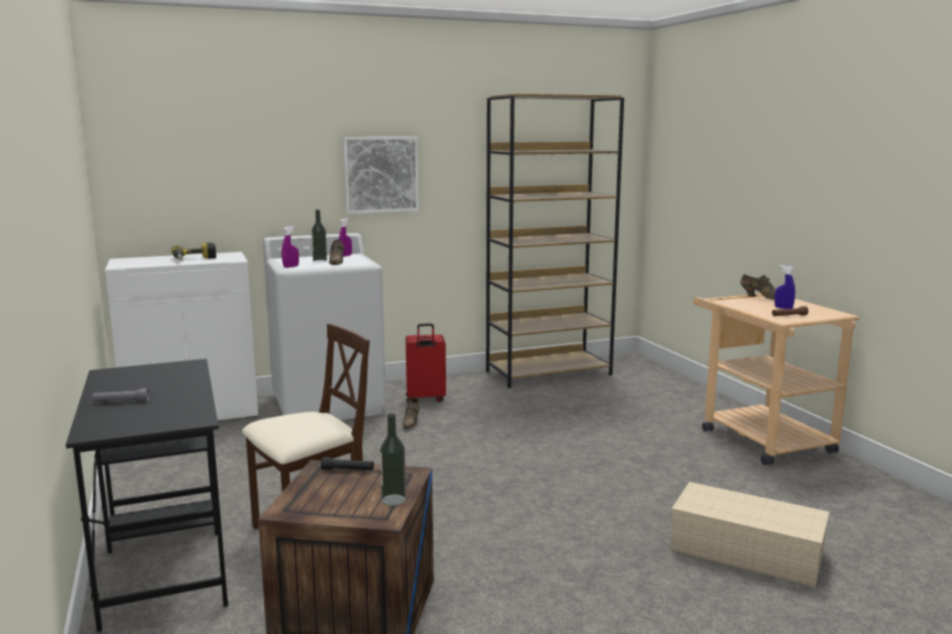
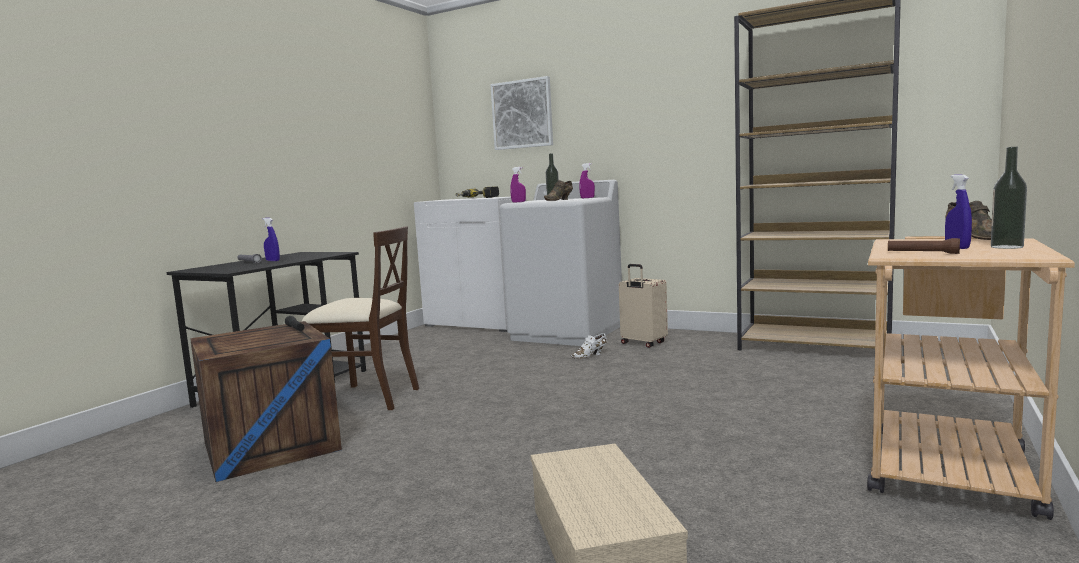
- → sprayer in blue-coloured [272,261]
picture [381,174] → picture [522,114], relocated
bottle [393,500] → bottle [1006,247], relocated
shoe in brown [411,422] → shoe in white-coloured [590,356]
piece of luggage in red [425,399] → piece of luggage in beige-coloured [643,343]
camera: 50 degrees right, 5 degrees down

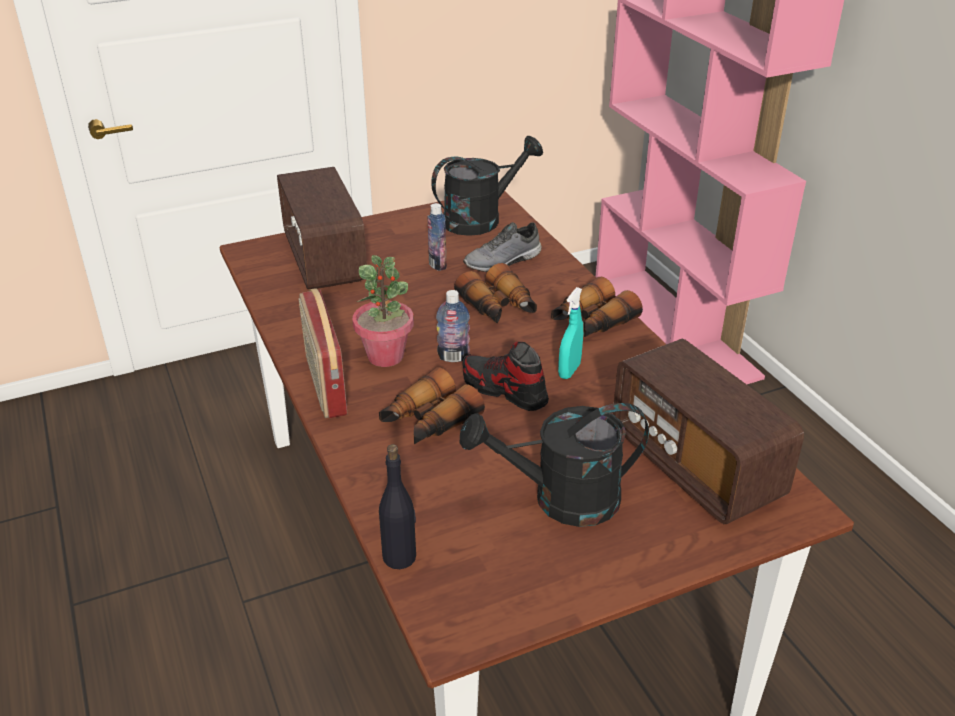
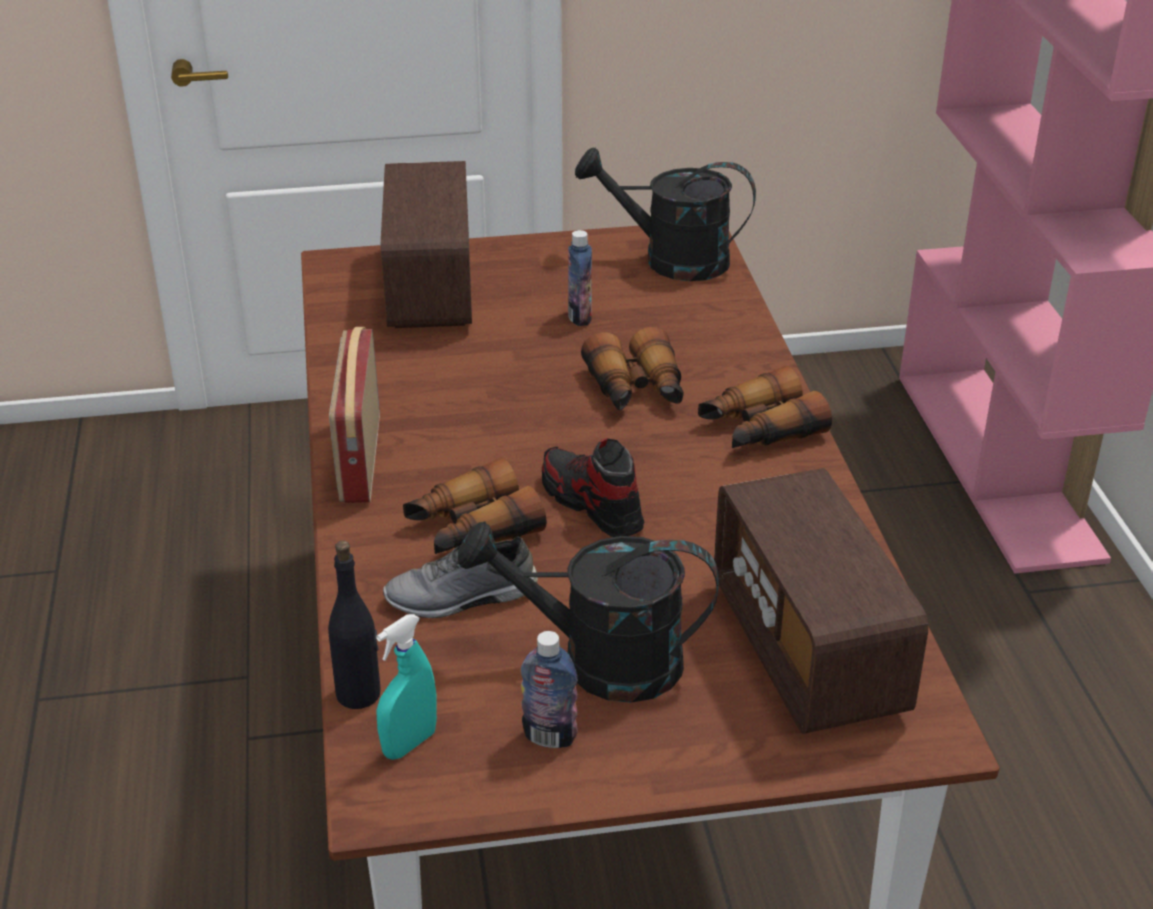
plant in a pot [386,356] → -
bottle [453,357] → bottle [549,736], relocated
shoe in grey [503,262] → shoe in grey [461,598], relocated
sprayer in turquoise [569,371] → sprayer in turquoise [409,744], relocated
watering pot in black [481,219] → watering pot in black [670,260], 150 degrees counterclockwise
camera: 15 degrees right, 0 degrees up

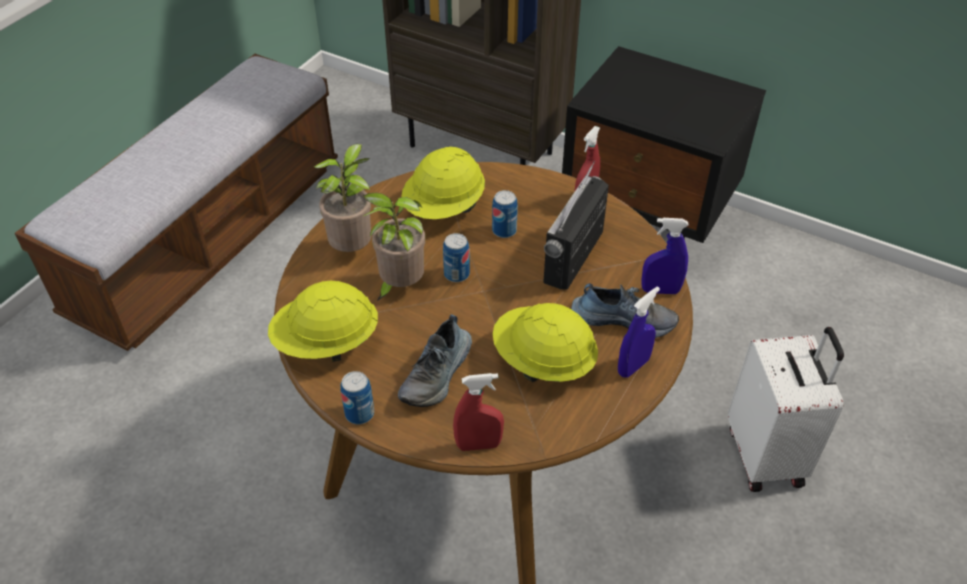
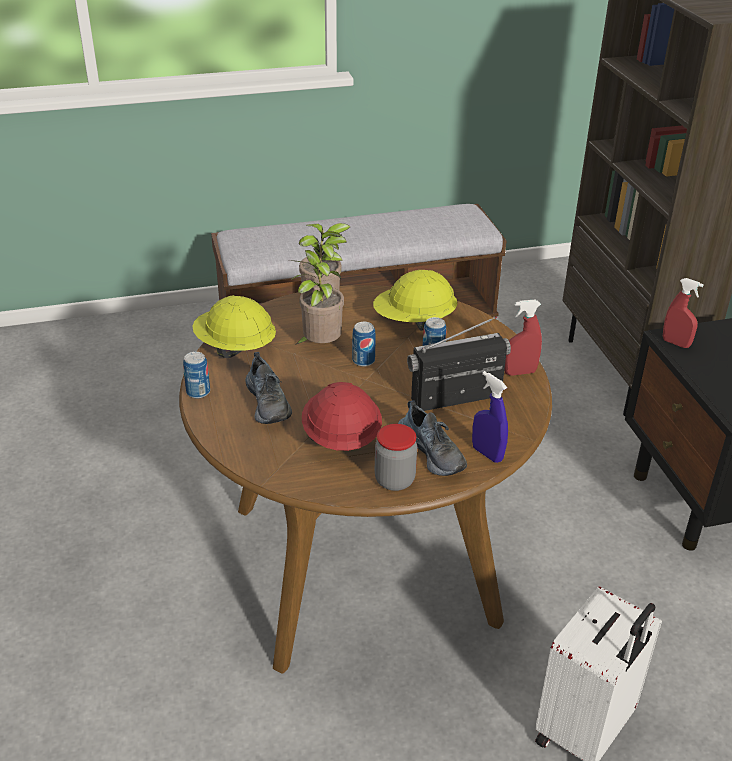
sprayer in red [478,445] → sprayer in red [676,343], relocated
sprayer in blue-coloured [633,366] → jar [394,480]
work helmet in yellow-coloured [543,361] → work helmet in red [341,438]
shoe [437,374] → shoe [269,402], 90 degrees counterclockwise
camera: 45 degrees right, 10 degrees down

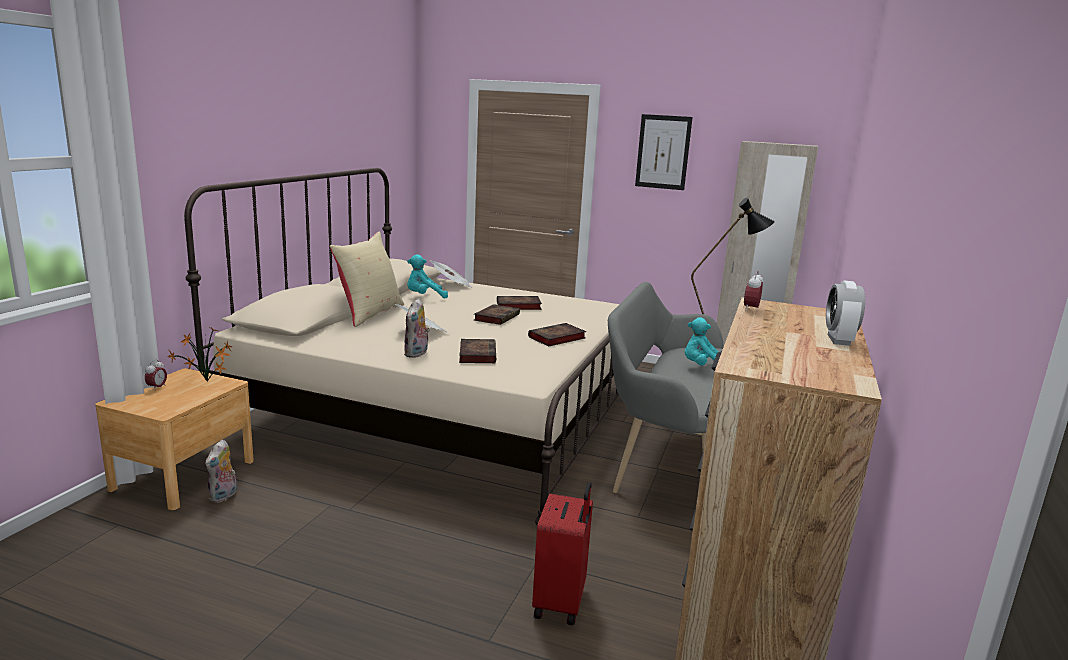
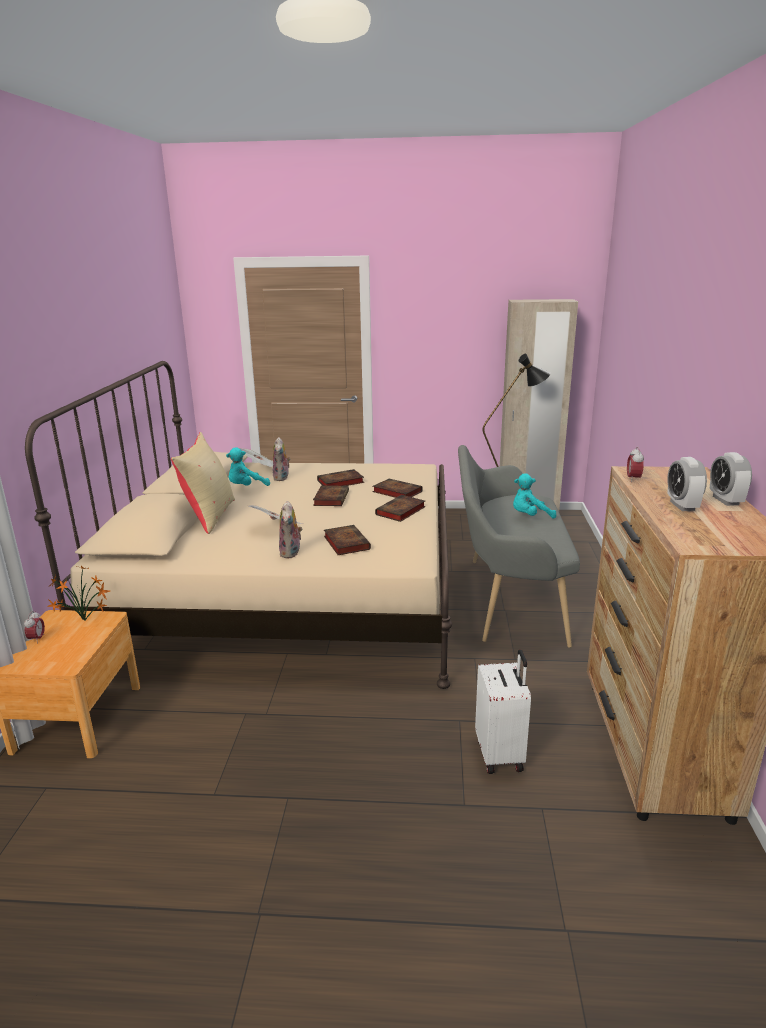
picture [663,152] → -
- → bound book [396,492]
- → alarm clock [682,506]
plush toy [224,496] → plush toy [282,478], relocated
piece of luggage in red [561,603] → piece of luggage in white-coloured [501,754]
camera: 15 degrees left, 5 degrees up

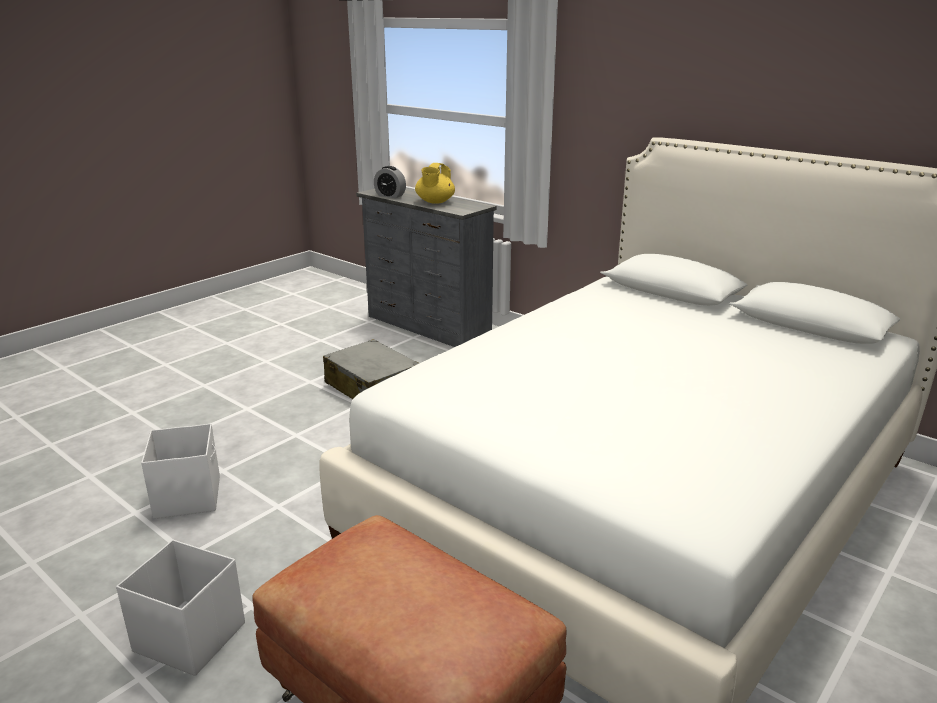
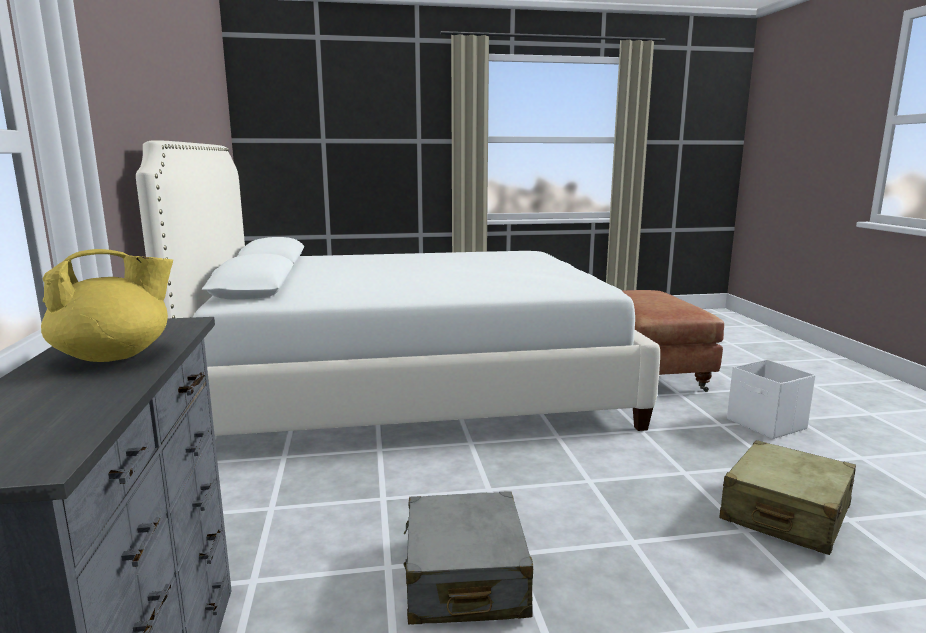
alarm clock [390,196] → -
storage box in white-coloured [188,496] → piece of luggage in beige-coloured [785,514]
camera: 140 degrees left, 10 degrees down

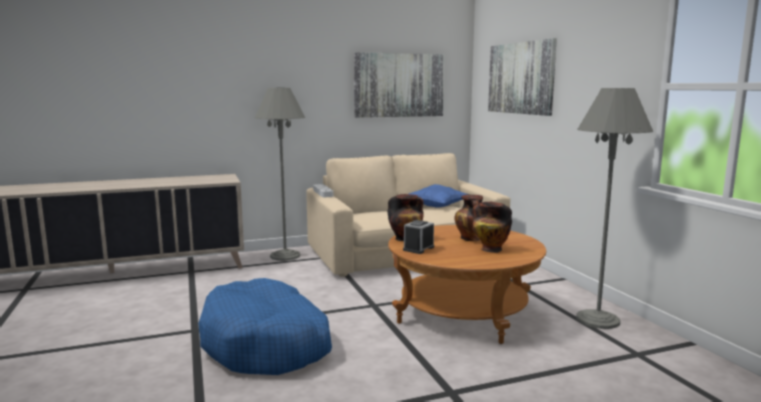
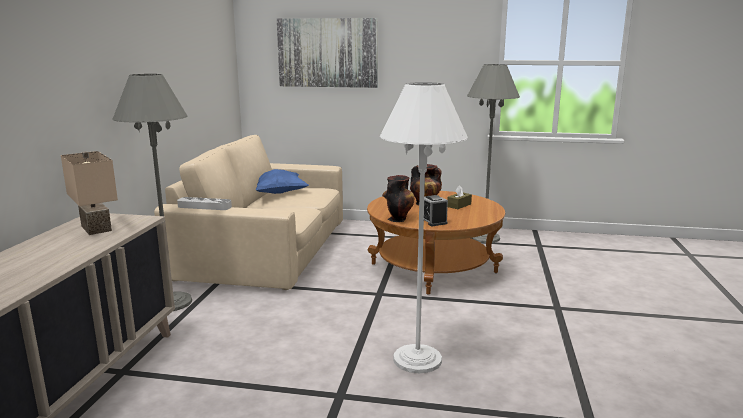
picture [399,85] → -
- → table lamp in beige-coloured [98,228]
dog bed in blue-coloured [267,344] → floor lamp in white-coloured [417,359]
vase [490,249] → box of tissues in brown [459,205]
camera: 60 degrees left, 5 degrees up

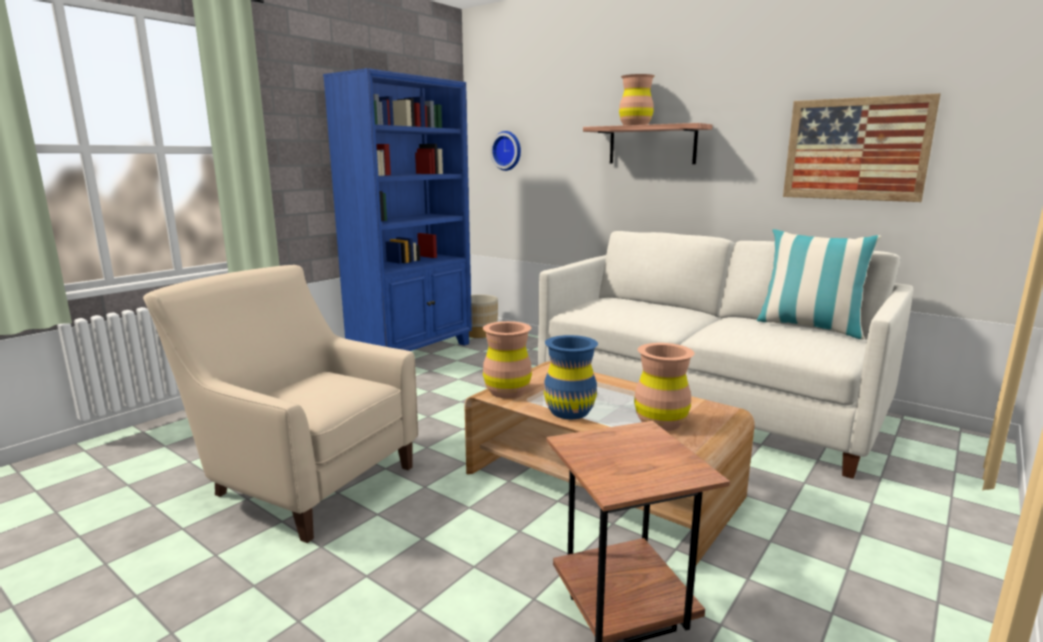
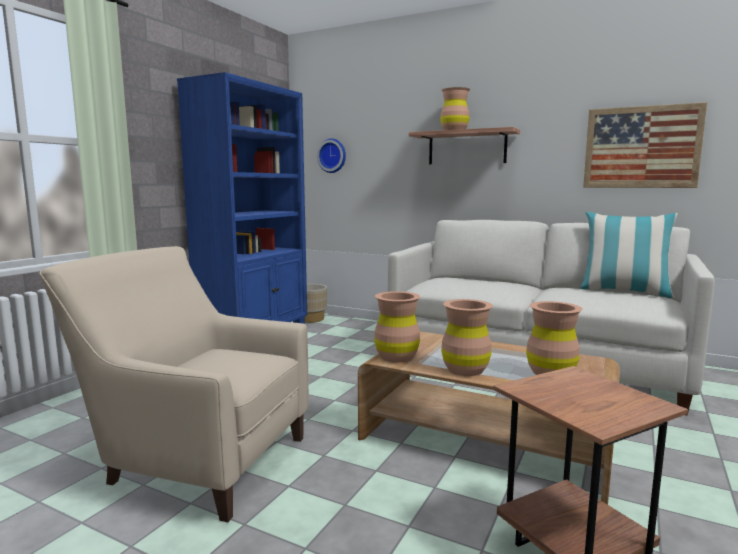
vase in blue-coloured [569,411] → vase in brown [465,369]
camera: 10 degrees left, 5 degrees down

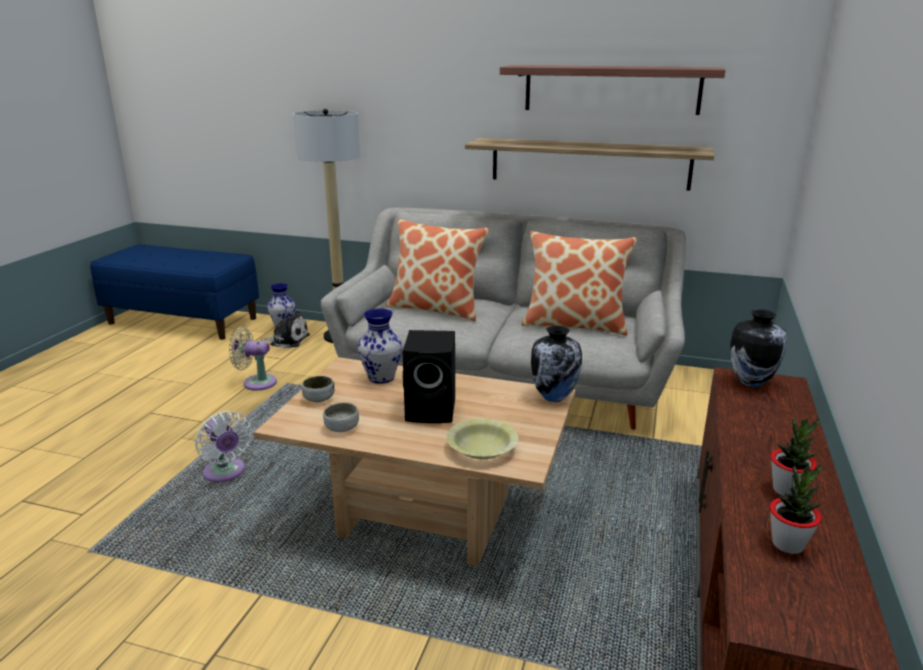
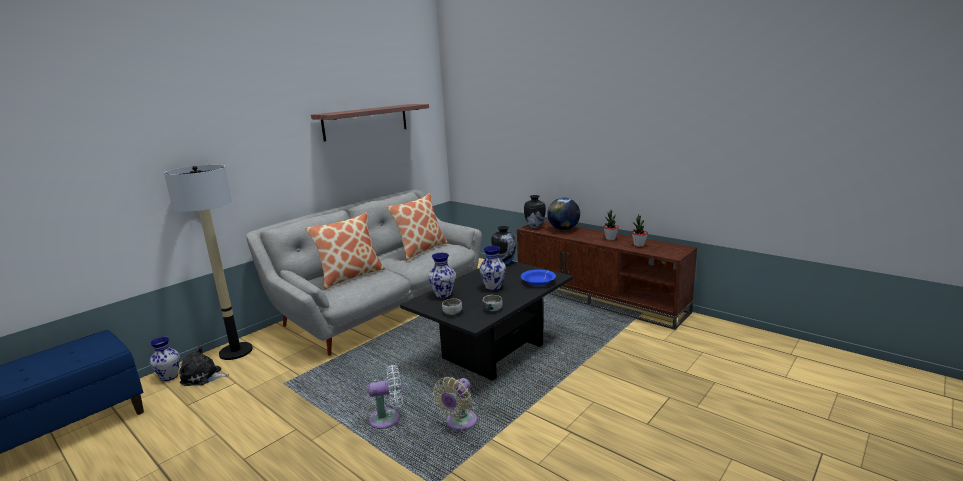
shelf [589,163] → -
- → desk globe [563,229]
cooling fan in beige-coloured [256,382] → cooling fan in beige-coloured [459,423], relocated
speaker in black [433,410] → vase [493,287]
low table in beige-coloured [426,514] → low table in black [493,351]
deep dish in yellow-coloured [482,448] → deep dish in blue-coloured [538,282]
plush toy [287,340] → plush toy [203,377], 120 degrees counterclockwise
camera: 65 degrees left, 5 degrees down

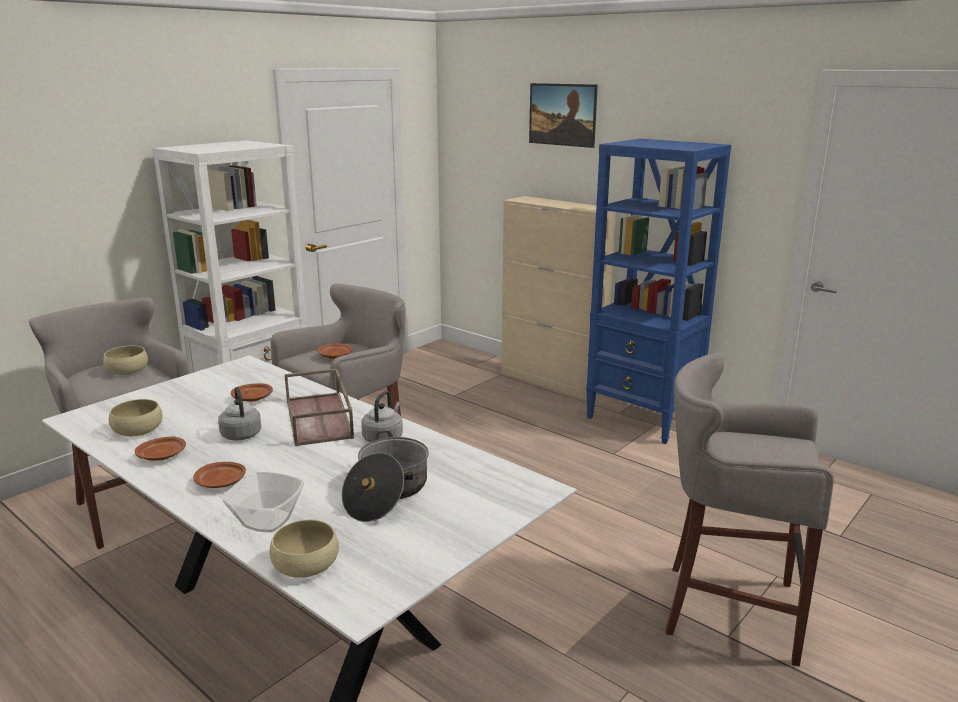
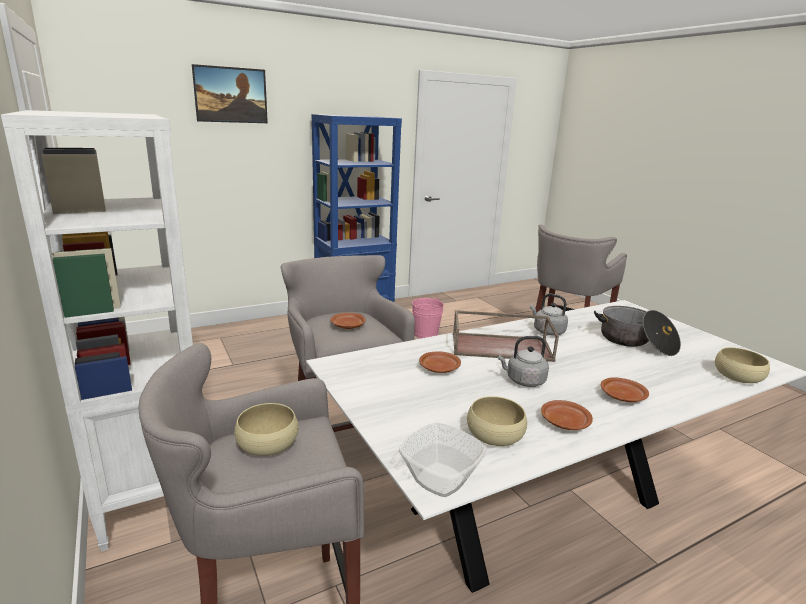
cabinet in beige-coloured [552,381] → -
- → bucket in pink [426,334]
deep dish [267,520] → deep dish [438,480], relocated
camera: 70 degrees left, 0 degrees up

